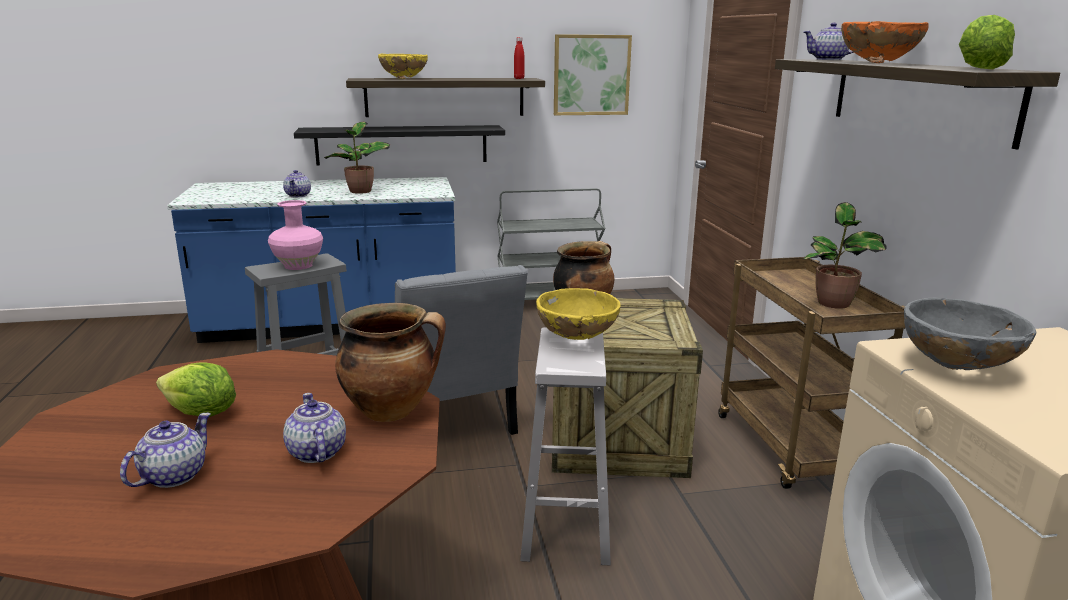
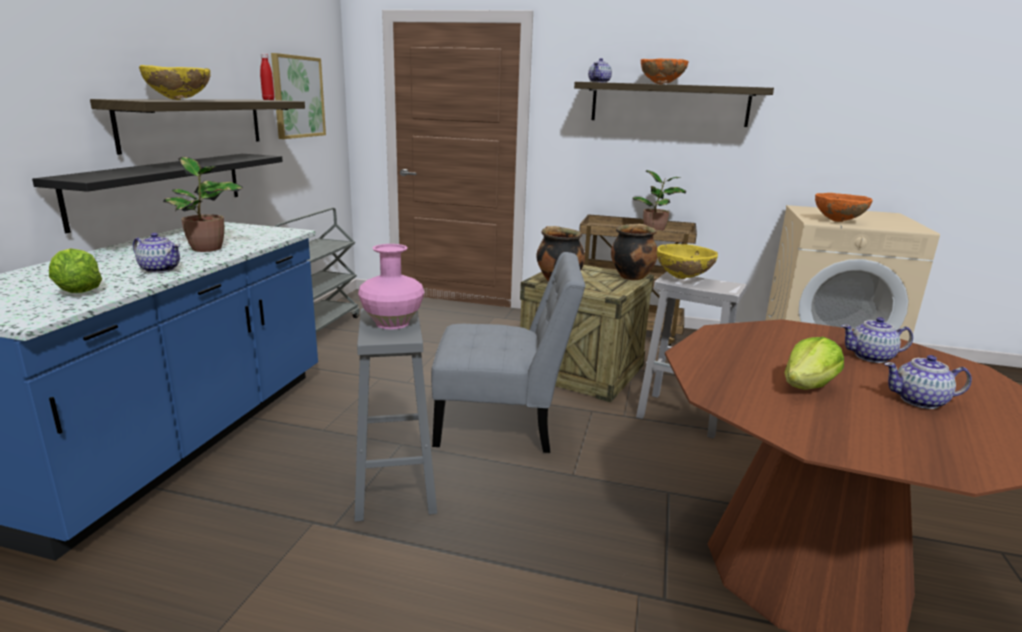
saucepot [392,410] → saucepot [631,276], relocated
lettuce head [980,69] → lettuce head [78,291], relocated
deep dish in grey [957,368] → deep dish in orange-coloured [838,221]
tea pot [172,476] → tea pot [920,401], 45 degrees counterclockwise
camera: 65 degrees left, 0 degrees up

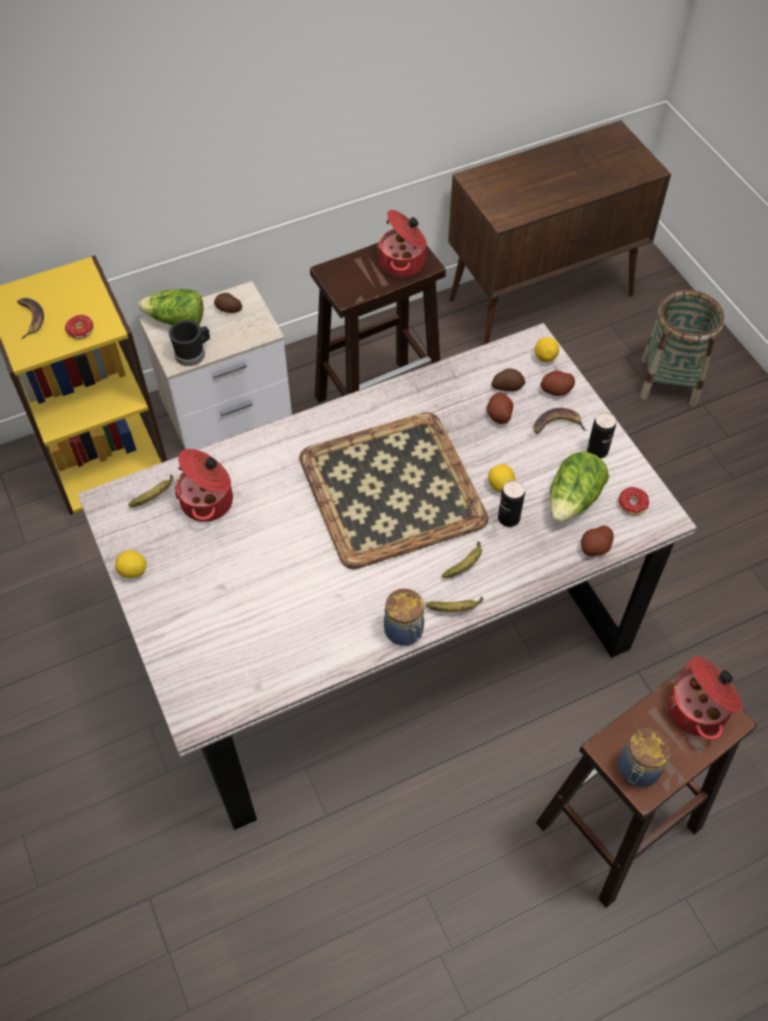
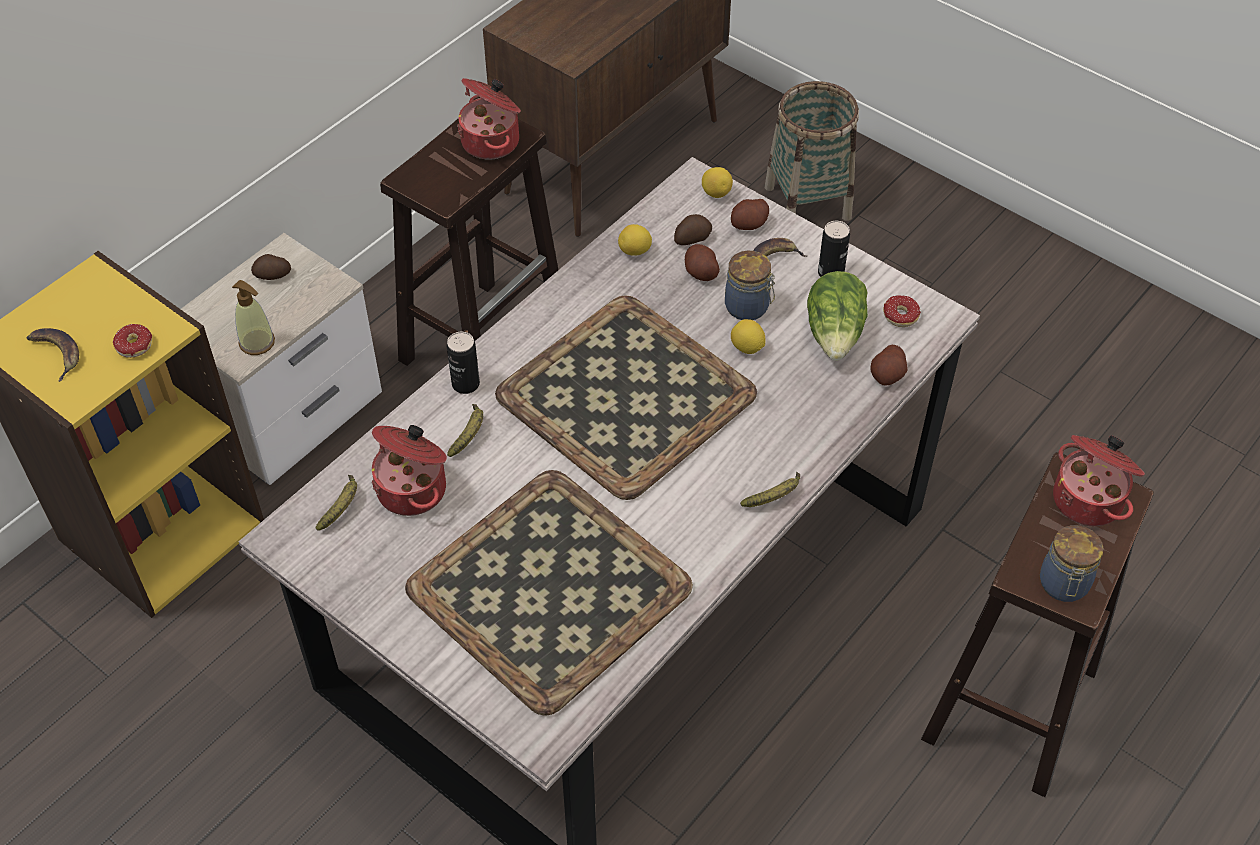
lettuce head [176,321] → -
- → carrying tray [552,588]
citrus fruit [133,571] → citrus fruit [635,251], relocated
jar [404,631] → jar [748,307], relocated
banana [465,564] → banana [469,434], relocated
can [508,518] → can [465,384], relocated
coffee mug in black [193,354] → soap dispenser [257,342]
camera: 25 degrees left, 5 degrees down

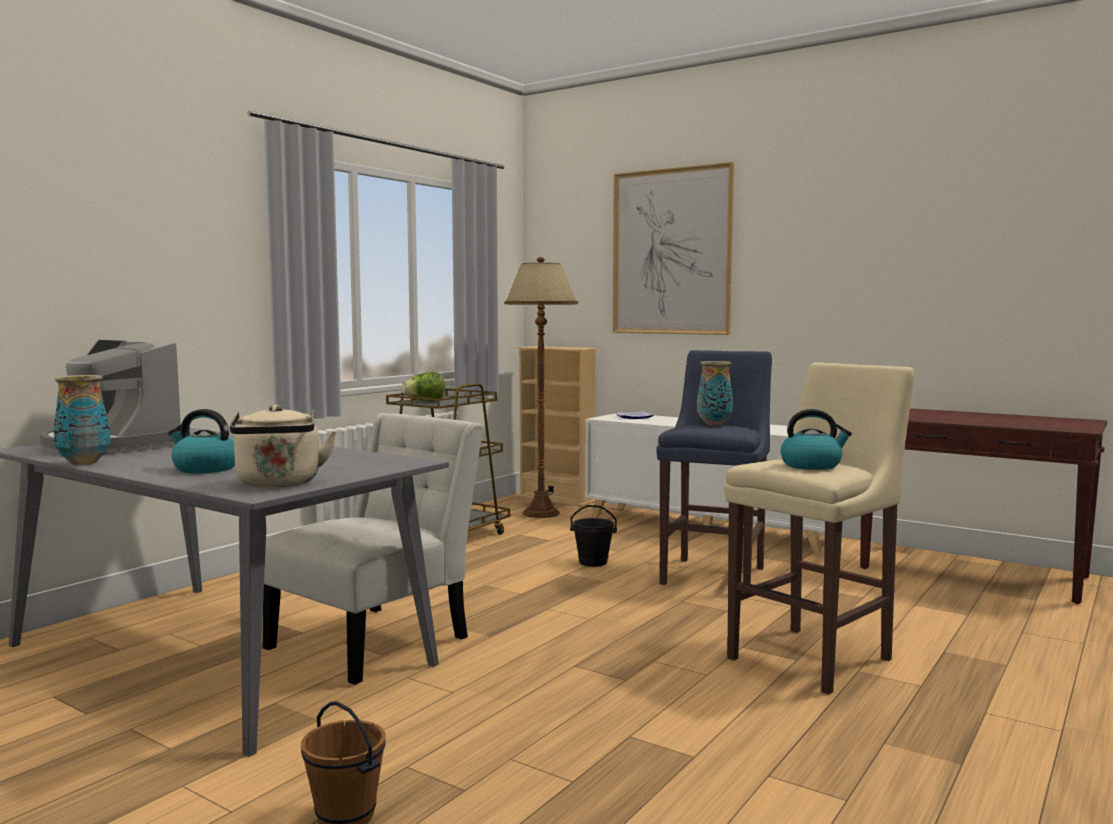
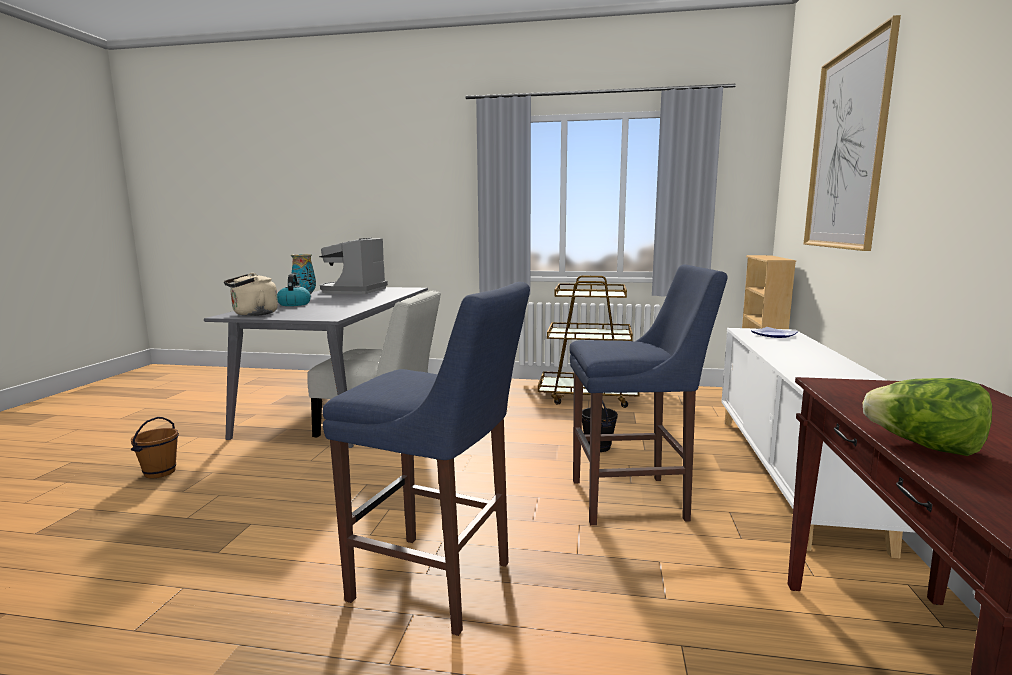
floor lamp in brown [541,513] → -
vase [714,424] → -
water kettle [812,465] → -
lettuce head [425,401] → lettuce head [924,446], relocated
stool seat in beige-coloured [815,657] → stool seat in blue-coloured [438,583]
camera: 65 degrees right, 5 degrees up

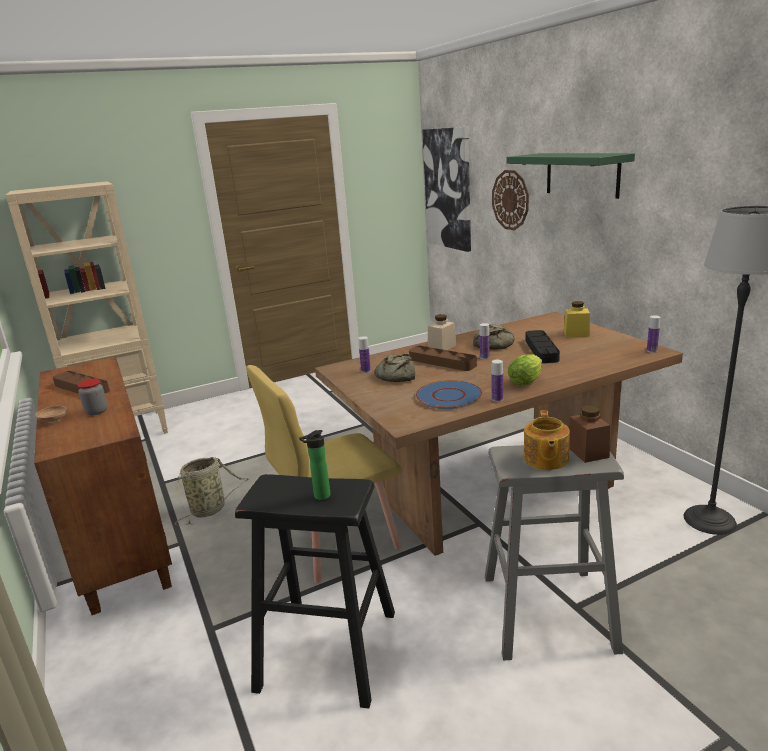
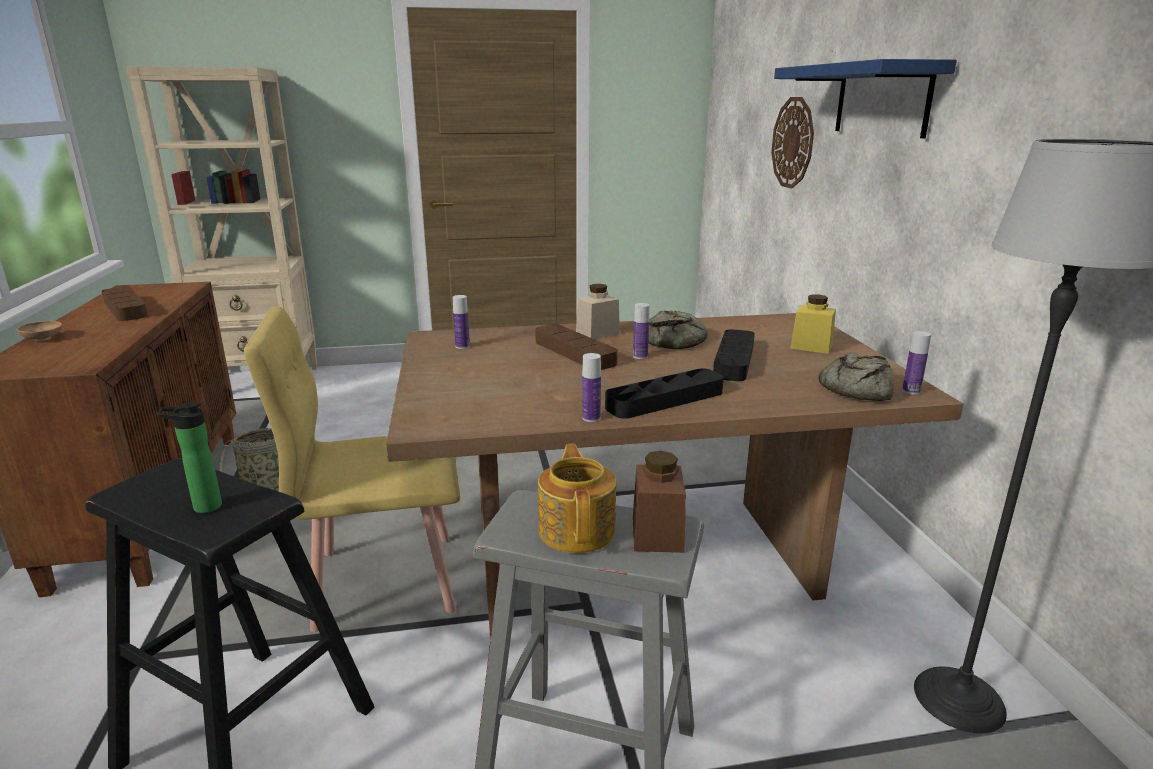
jar [96,411] → -
plate in blue-coloured [449,396] → -
picture [448,189] → -
baked bread [396,375] → baked bread [855,388], relocated
lettuce head [527,381] → carrying tray in black [665,400]
shelf in greenish [582,174] → shelf in blue-coloured [881,100]
tea pot [545,459] → tea pot [577,529], 150 degrees clockwise
camera: 15 degrees right, 0 degrees up

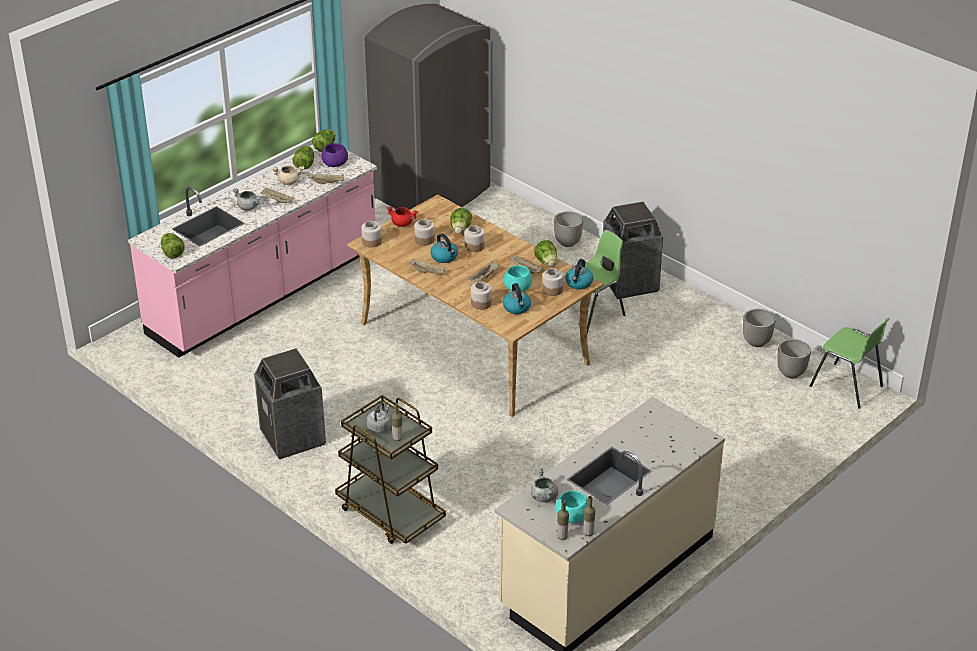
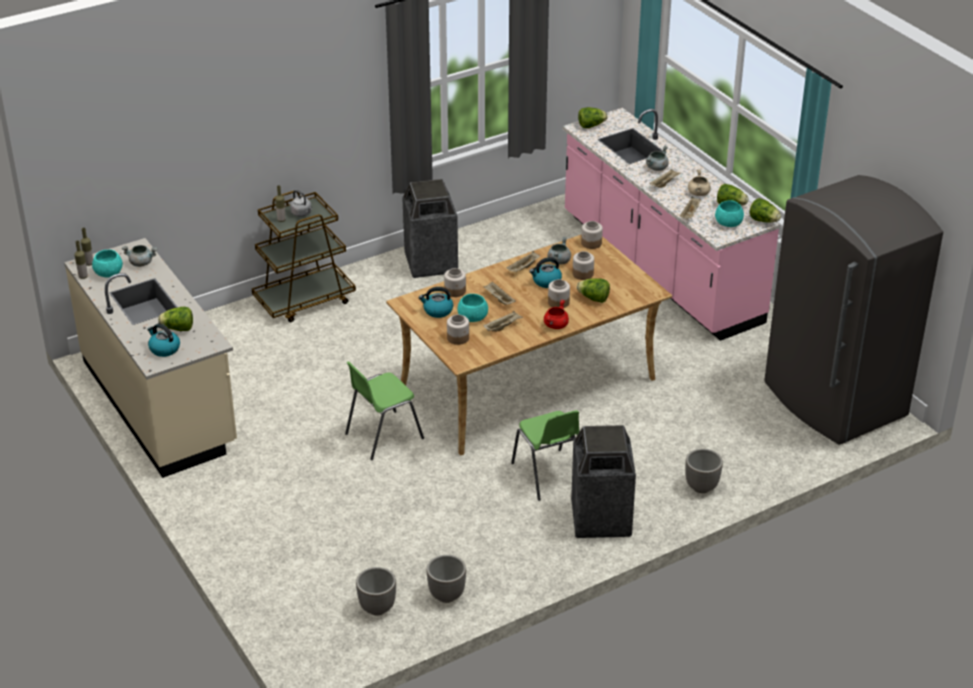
- → saucepot in grey [558,261]
saucepot in red [402,223] → saucepot in red [556,326], relocated
lettuce head [547,263] → lettuce head [178,329], relocated
water kettle [579,283] → water kettle [164,349], relocated
plain chair in greenish [847,386] → plain chair in greenish [383,436], relocated
deep dish in purplish [334,163] → deep dish in turquoise [728,222]
camera: 105 degrees right, 0 degrees up

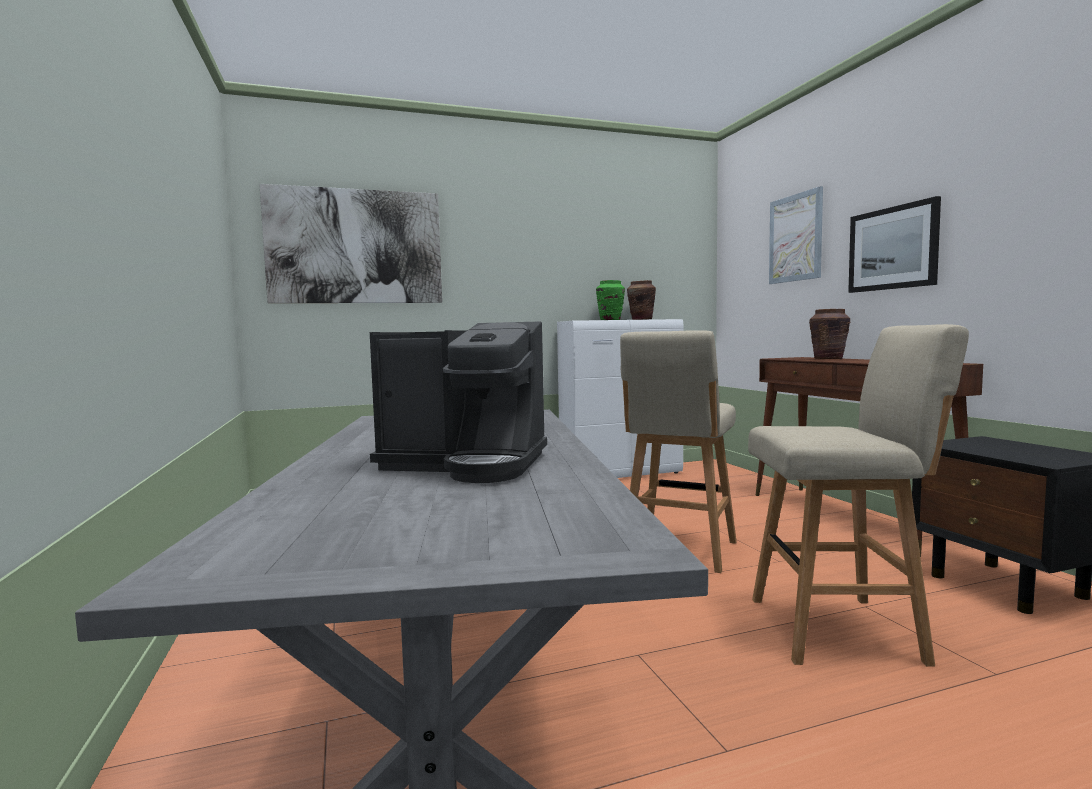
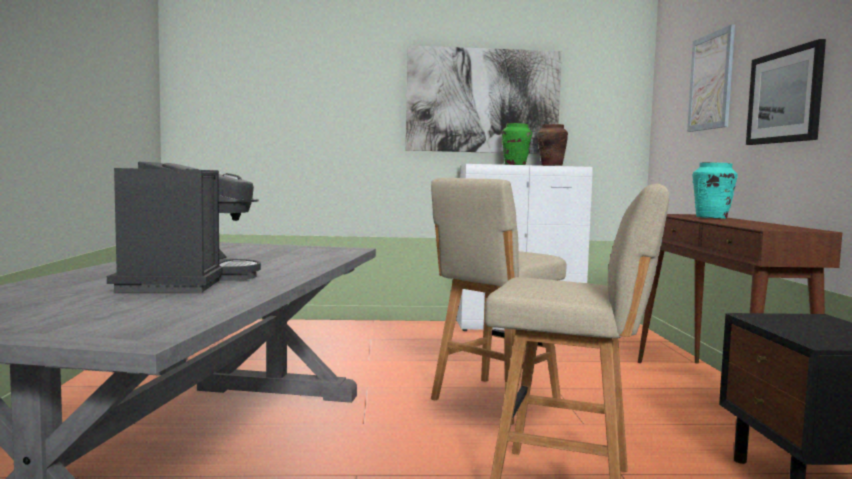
picture [355,247] → picture [482,101], relocated
vase in brown [828,359] → vase in turquoise [711,218]
coffee machine [467,464] → coffee machine [185,281], 120 degrees counterclockwise
camera: 15 degrees right, 0 degrees up

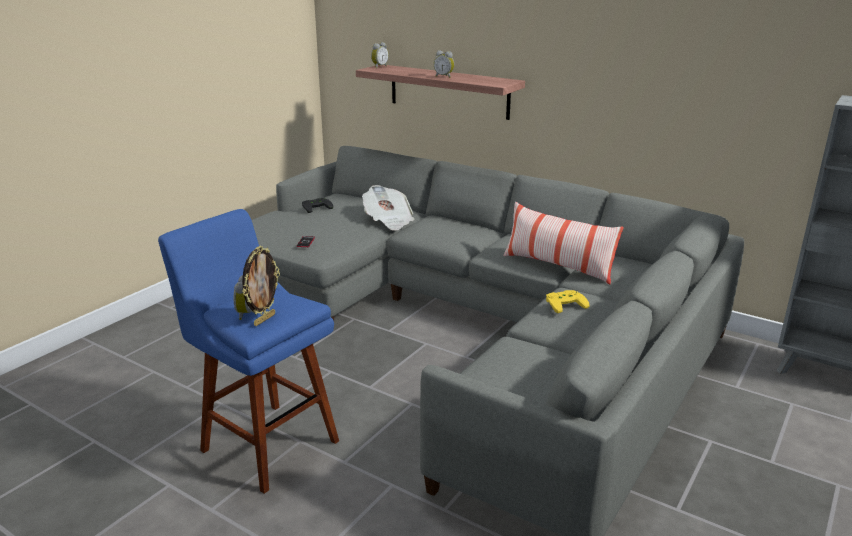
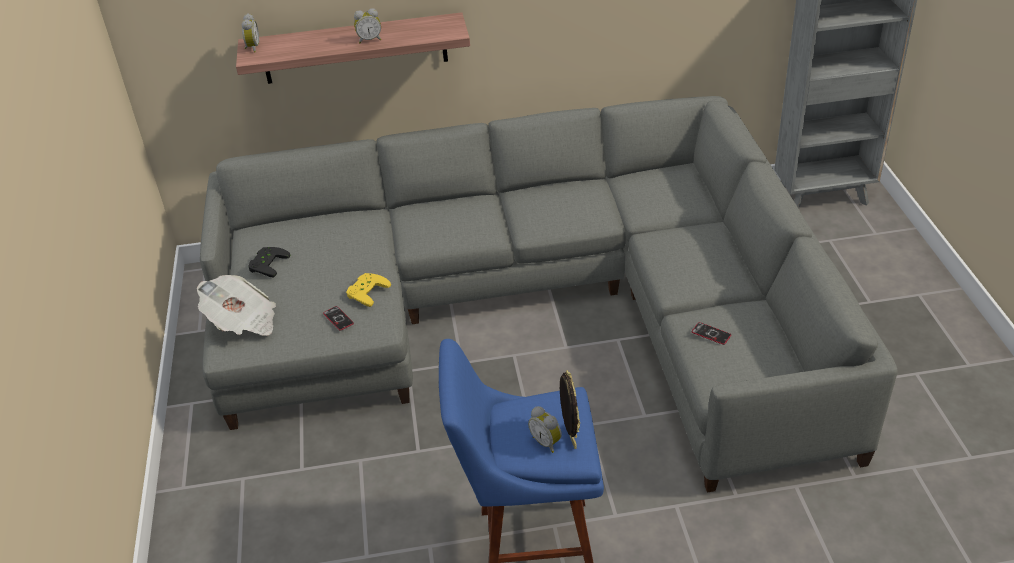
cushion [558,266] → -
- → handset [711,334]
daily paper [388,221] → daily paper [242,321], relocated
gamepad in yellow-coloured [564,303] → gamepad in yellow-coloured [366,291], relocated
camera: 40 degrees left, 15 degrees up

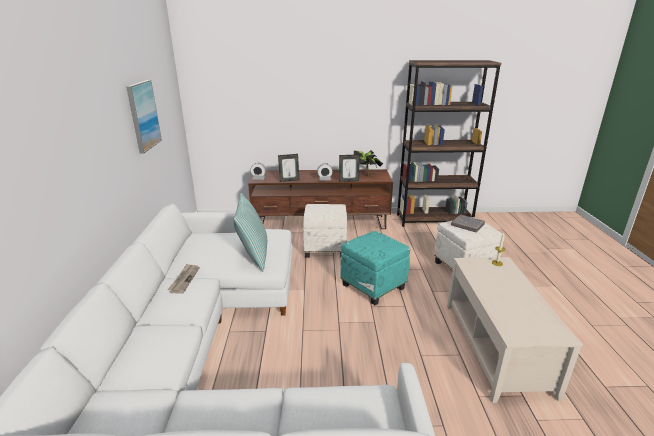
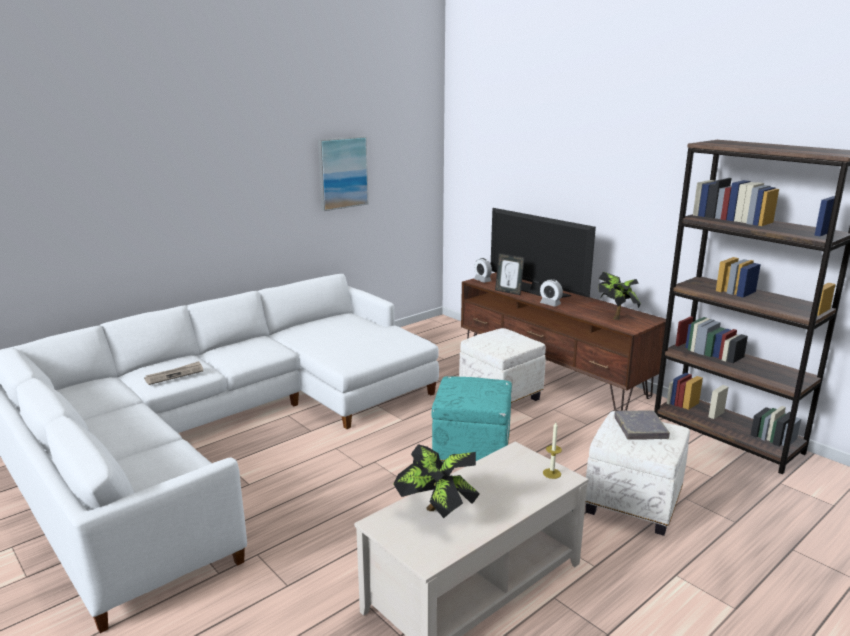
cushion [253,256] → -
photo frame [349,181] → -
- → plant in a pot [437,513]
- → TV set [537,291]
daily paper [184,279] → daily paper [174,375], relocated
camera: 50 degrees right, 5 degrees down

